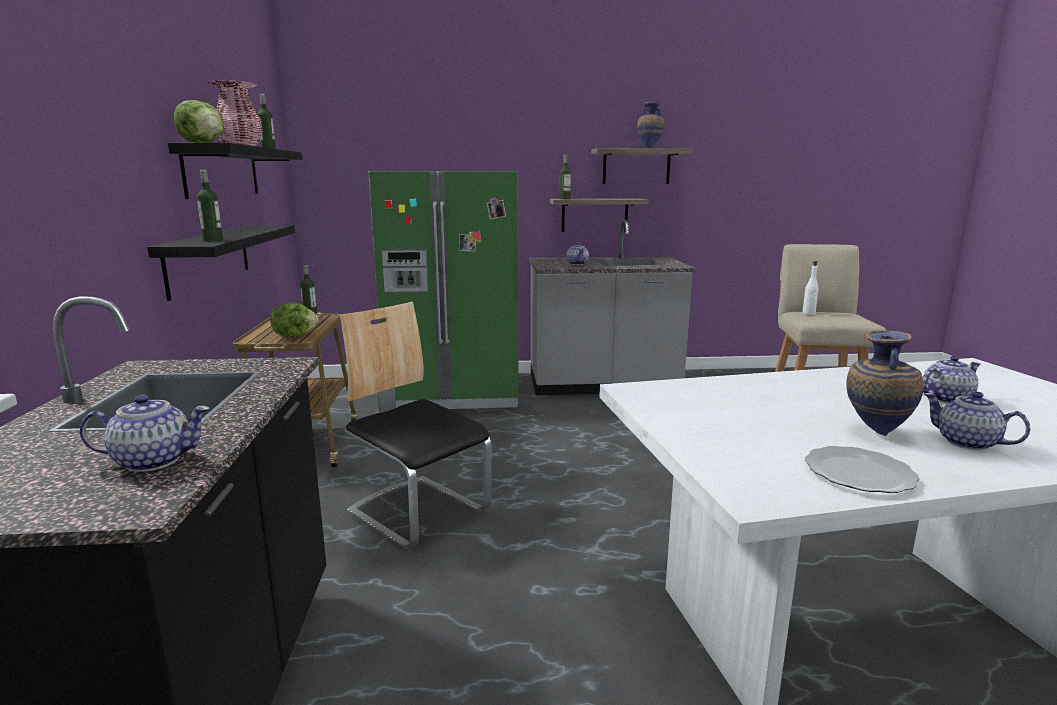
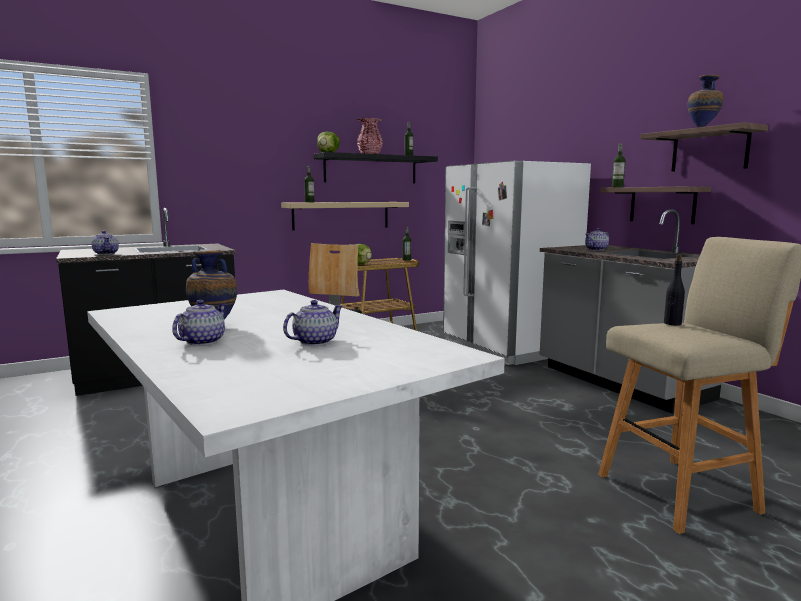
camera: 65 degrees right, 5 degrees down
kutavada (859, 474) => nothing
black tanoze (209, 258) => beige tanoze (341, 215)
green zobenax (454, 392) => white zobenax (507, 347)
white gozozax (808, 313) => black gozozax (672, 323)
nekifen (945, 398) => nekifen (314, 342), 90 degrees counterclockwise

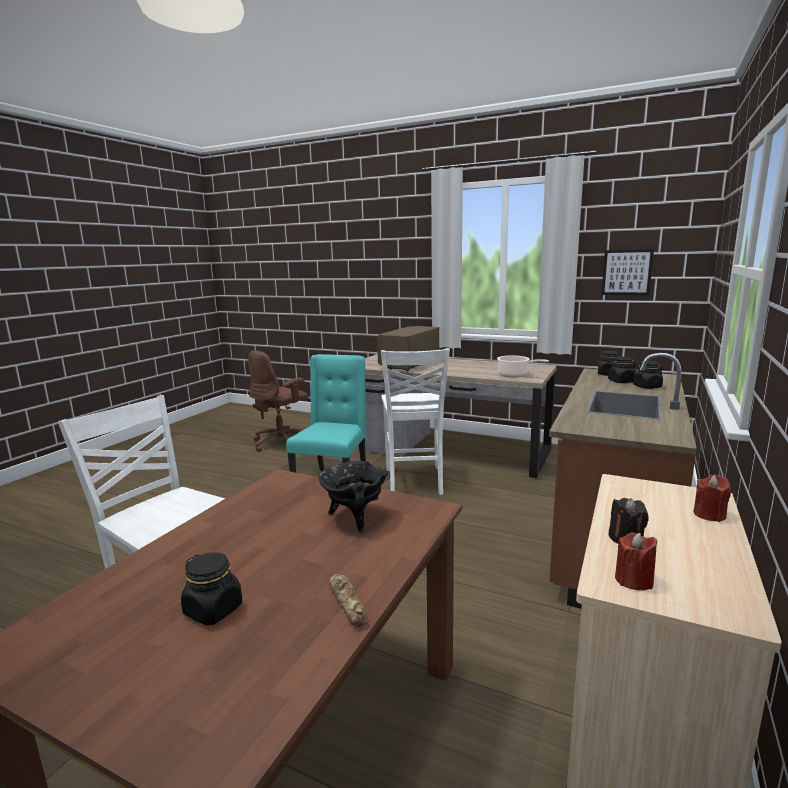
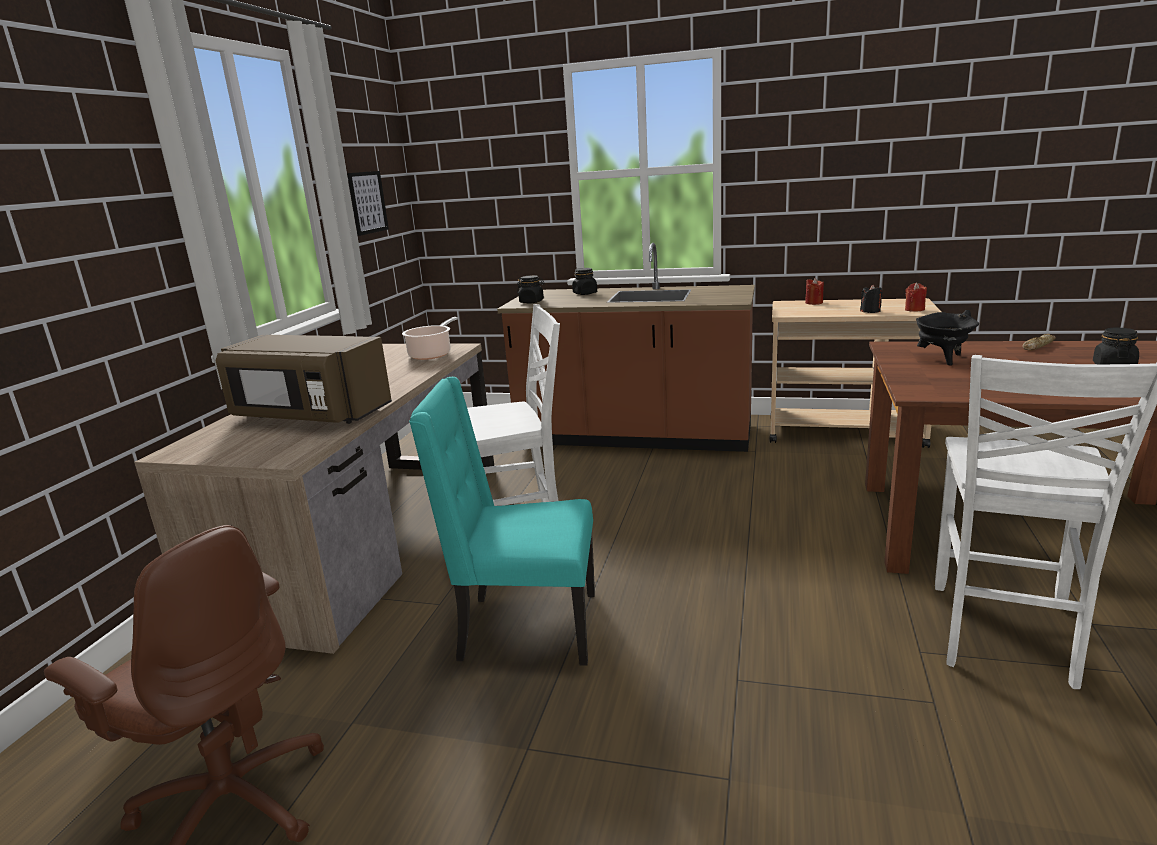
camera: 100 degrees left, 5 degrees up
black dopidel (621, 381) => nothing

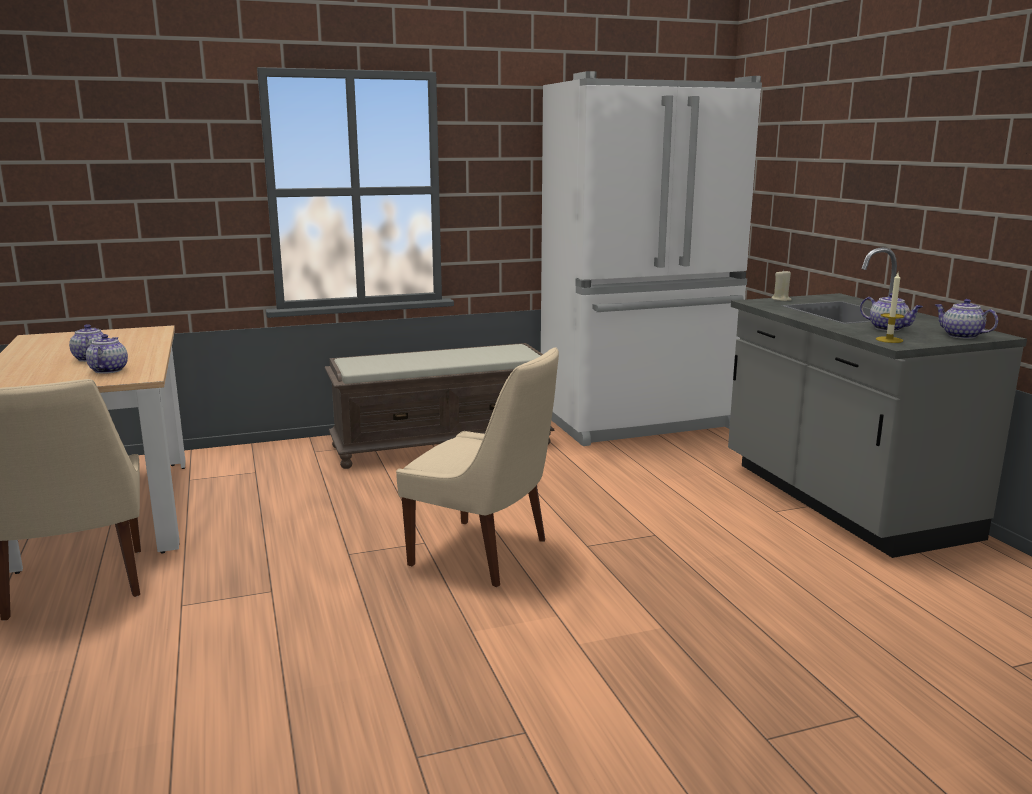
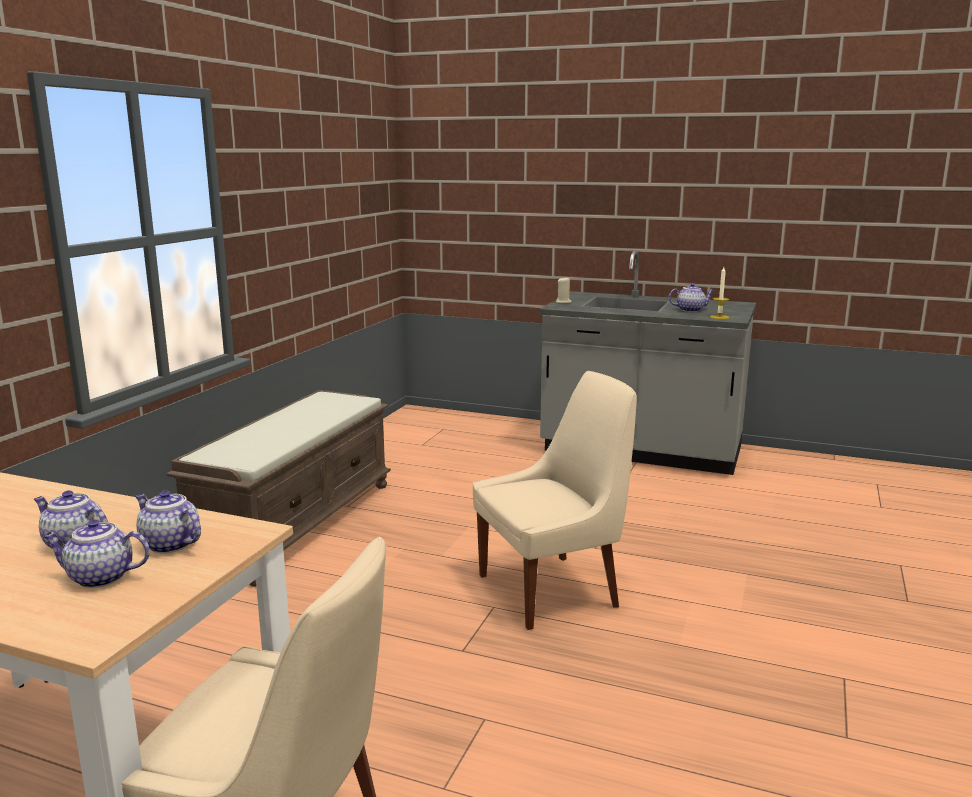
camera: 50 degrees left, 0 degrees up
white zobenax (638, 422) => nothing
nekifen (960, 336) => nekifen (99, 577), relocated

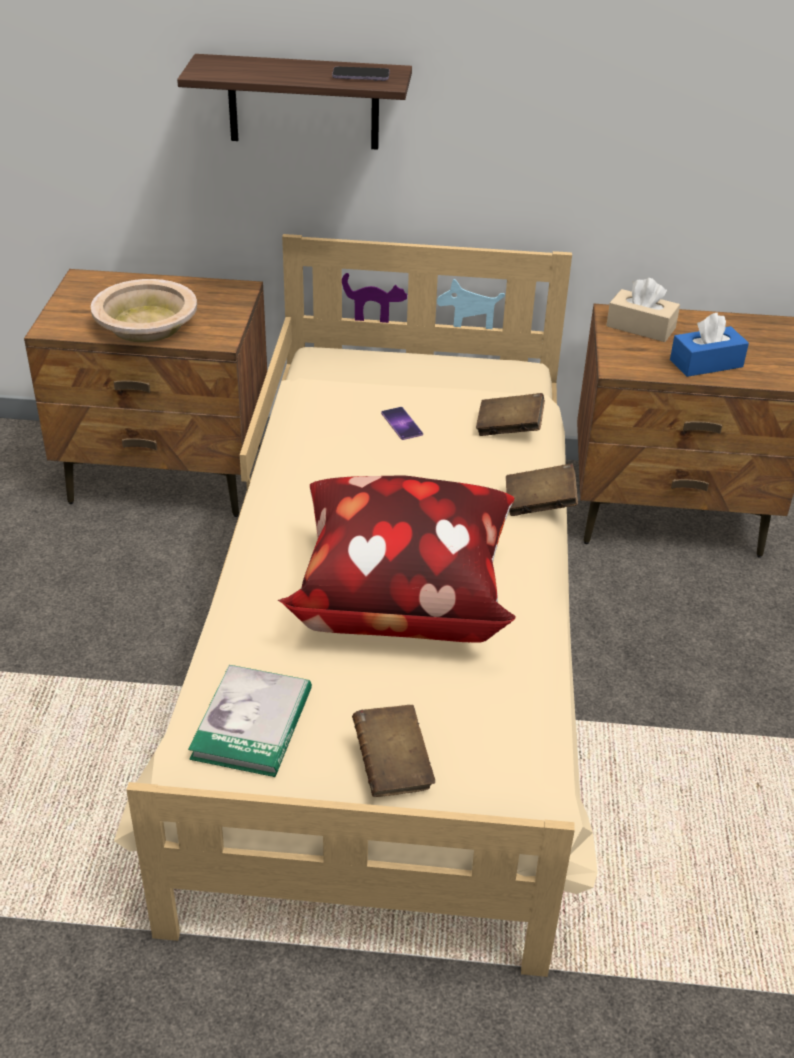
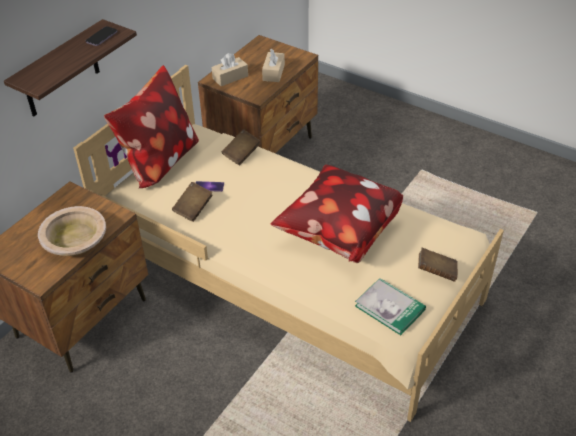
camera: 60 degrees left, 5 degrees up
nothing => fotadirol (159, 161)
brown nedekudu (539, 504) => brown nedekudu (193, 209), relocated
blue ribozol (706, 363) => beige ribozol (273, 72)

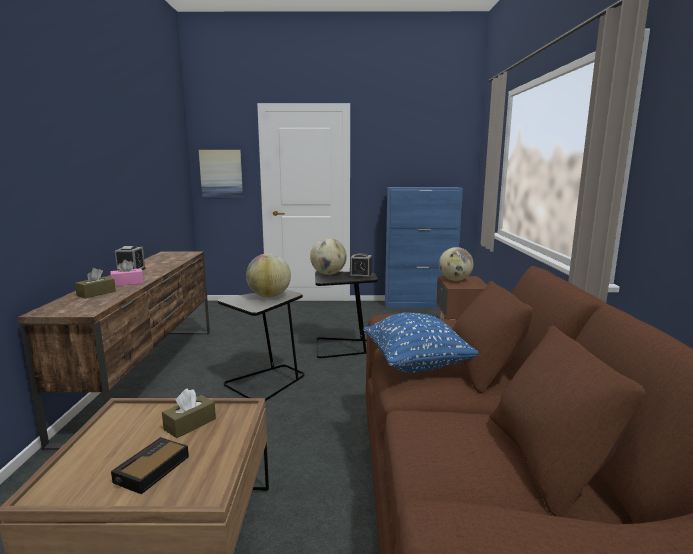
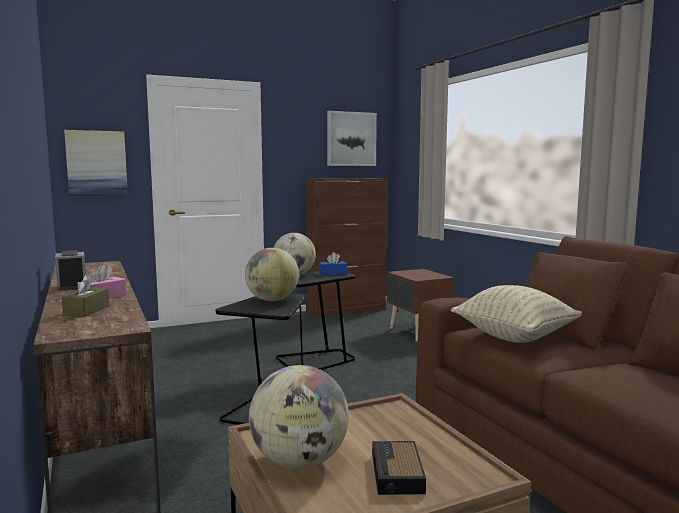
camera: 25 degrees left, 5 degrees down
brown ribozol (190, 424) => nothing
nothing => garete (351, 139)
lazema (455, 280) => lazema (299, 462), relocated
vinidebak (361, 276) => blue ribozol (333, 273)
blue fotadirol (416, 364) => beige fotadirol (514, 337)
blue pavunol (419, 305) => brown pavunol (346, 310)

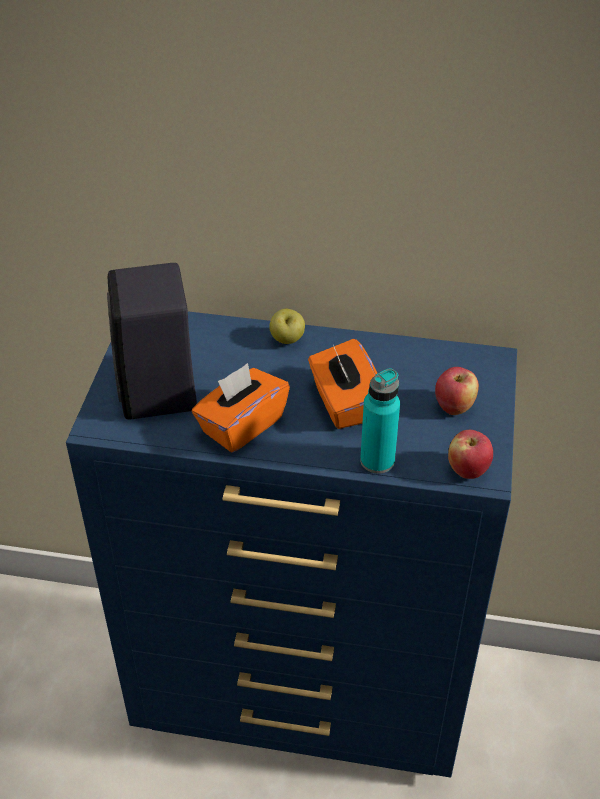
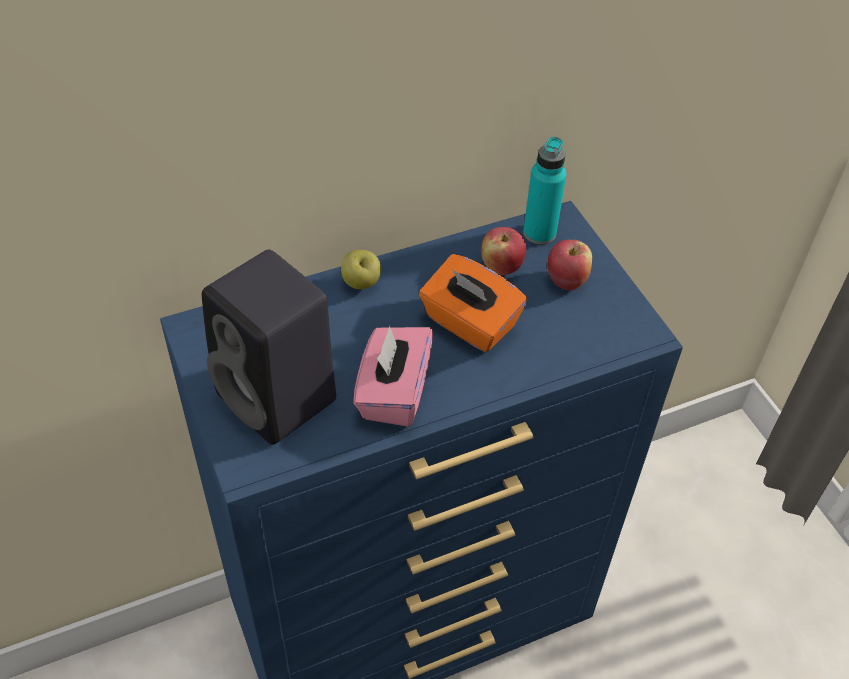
camera: 35 degrees left, 5 degrees up
turquoise gozozax (377, 461) => turquoise gozozax (539, 233), relocated
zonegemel (467, 470) => zonegemel (501, 267), relocated
orange ribozol (241, 425) => pink ribozol (393, 393)

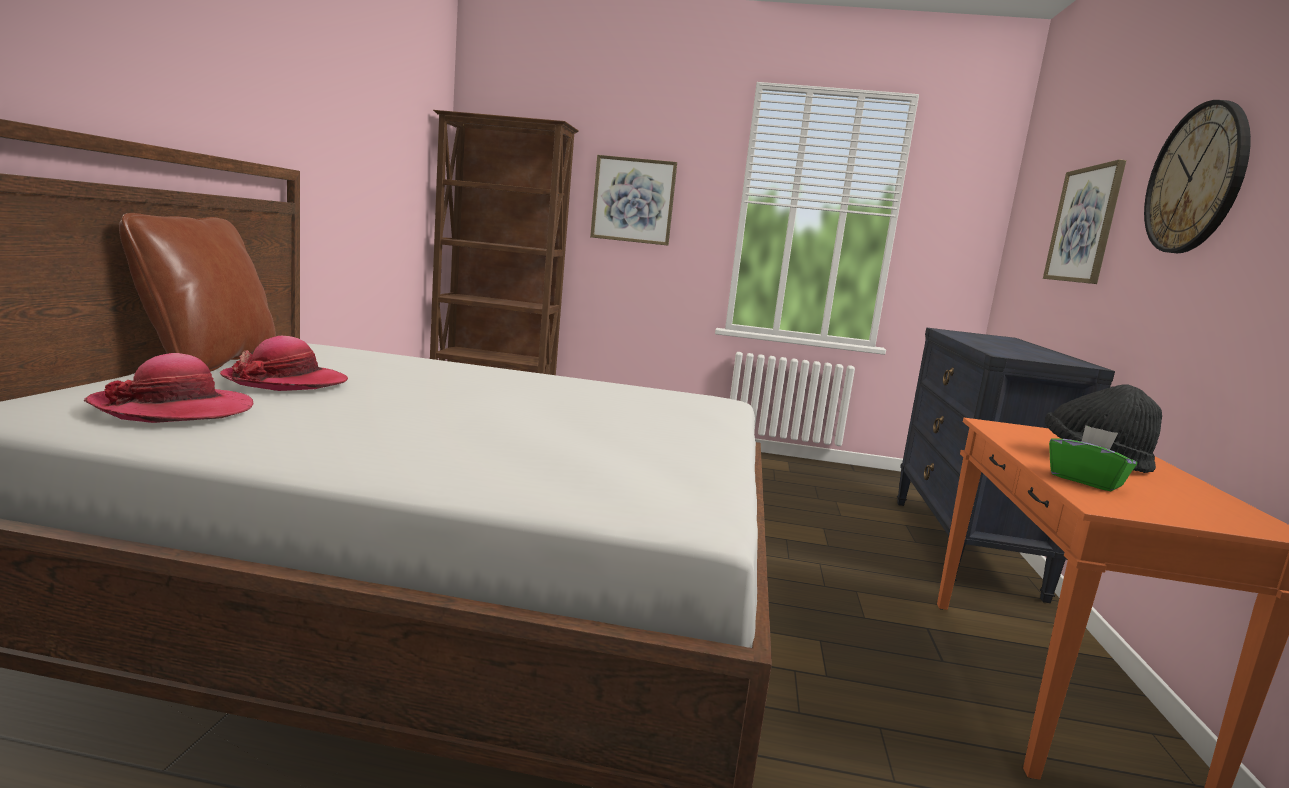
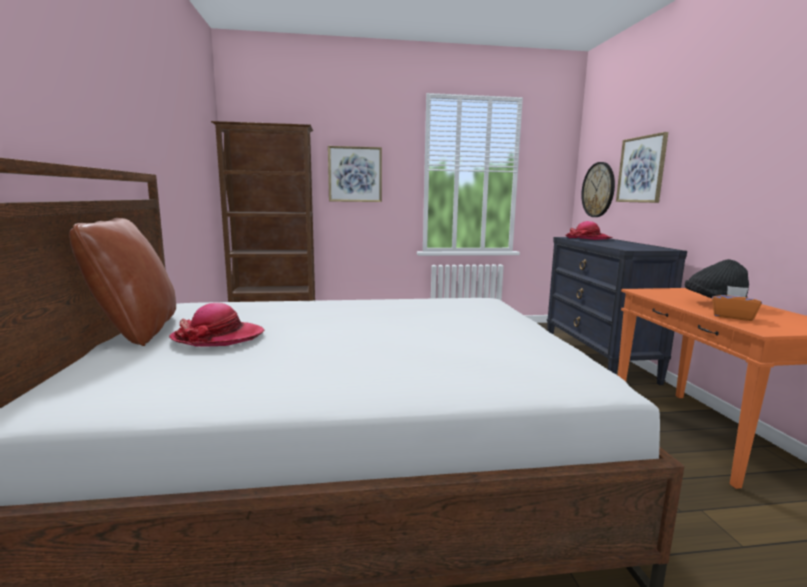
camera: 15 degrees left, 0 degrees up
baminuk (175, 409) => baminuk (587, 238), relocated
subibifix (1196, 179) => subibifix (598, 190), relocated
green ribozol (1086, 481) => orange ribozol (732, 317)

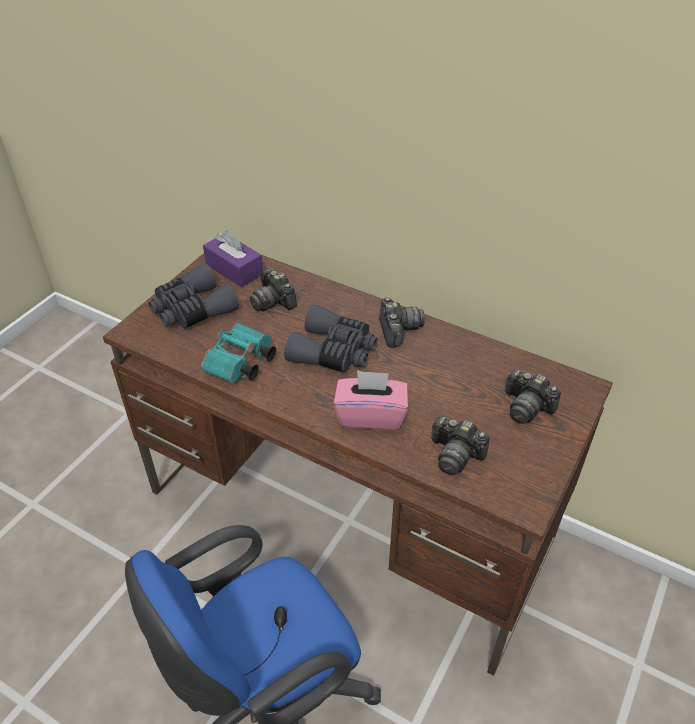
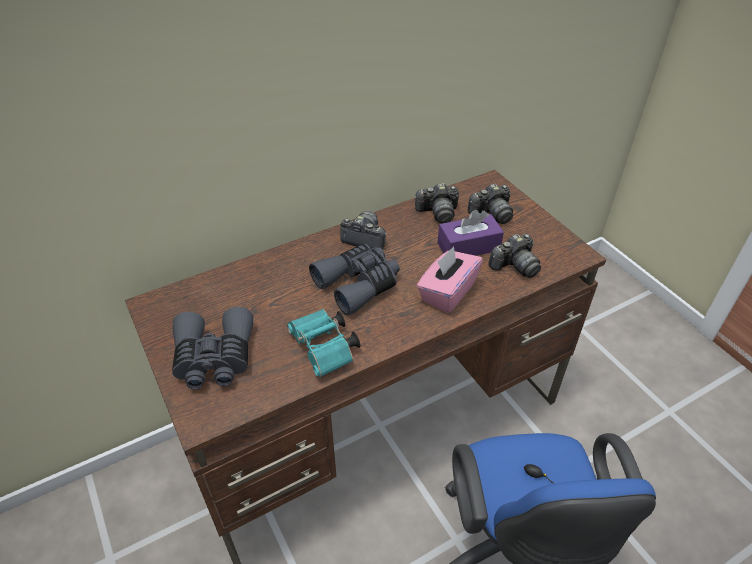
camera: 60 degrees left, 0 degrees up
purple ribozol (234, 269) => purple ribozol (468, 246), relocated
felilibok (273, 301) => felilibok (438, 213), relocated

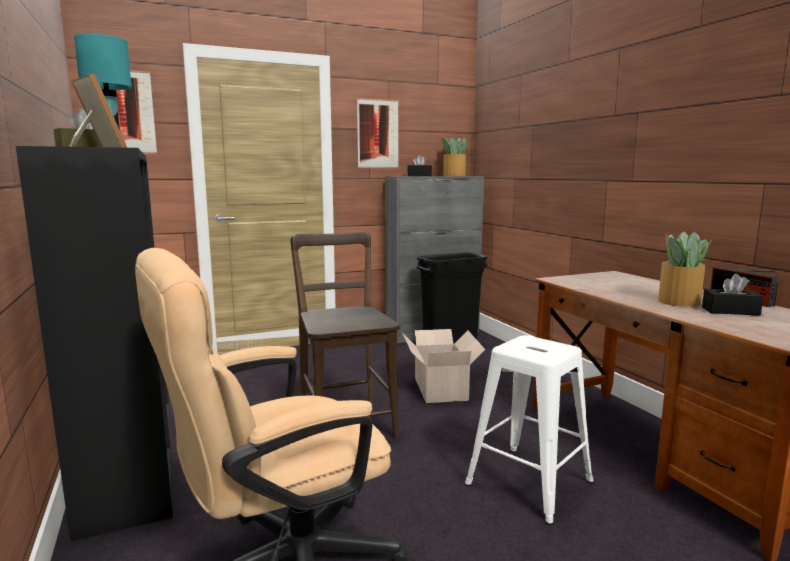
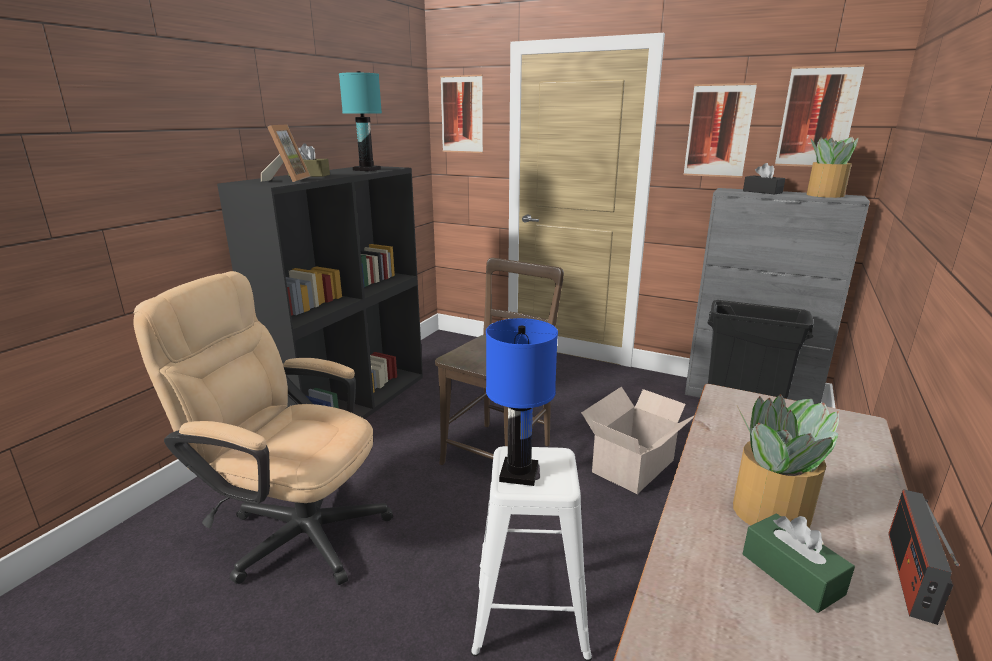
camera: 50 degrees right, 10 degrees up
nothing => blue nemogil (518, 473)
nothing => garete (817, 117)
black ribozol (730, 311) => green ribozol (791, 574)

